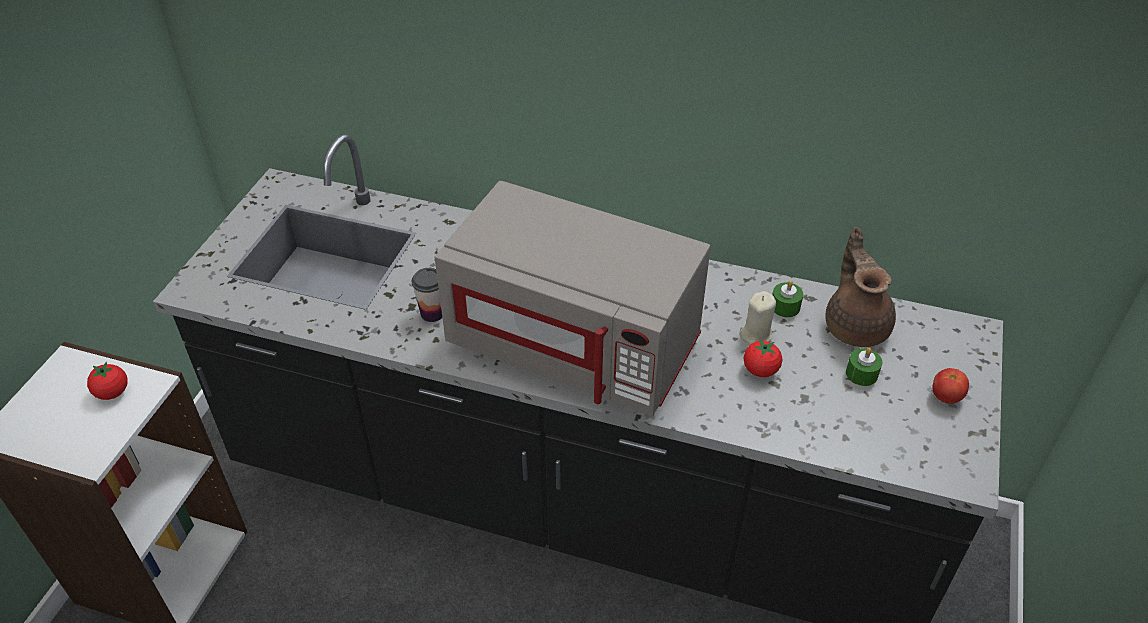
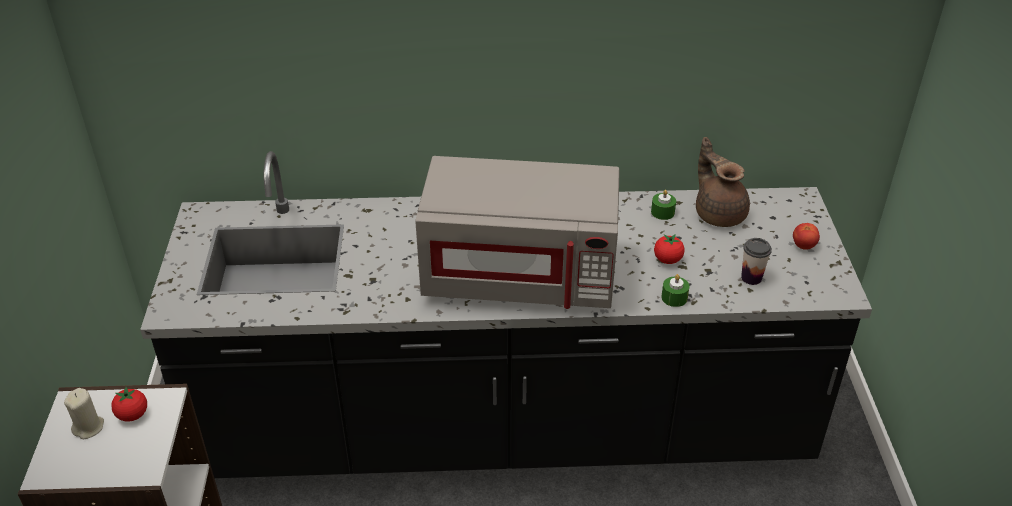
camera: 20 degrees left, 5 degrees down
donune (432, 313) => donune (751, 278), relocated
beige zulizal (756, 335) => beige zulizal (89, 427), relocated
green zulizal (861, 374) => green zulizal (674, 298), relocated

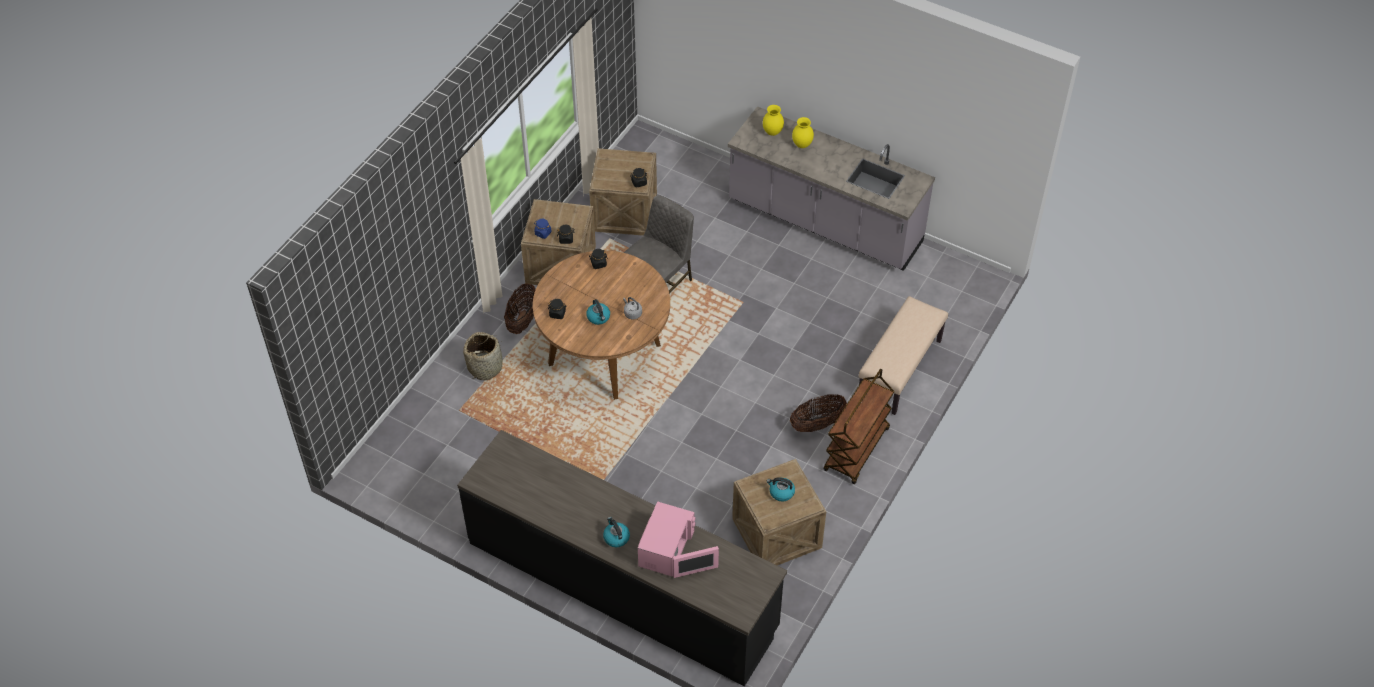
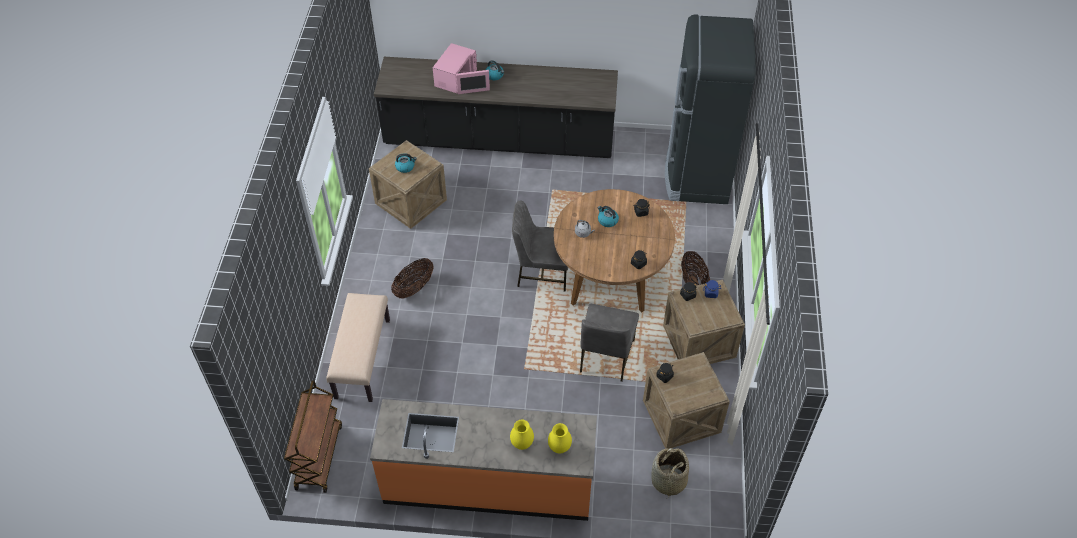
camera: 155 degrees right, 0 degrees up
nothing => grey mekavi (542, 272)
nothing => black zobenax (696, 174)
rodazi (485, 367) => rodazi (668, 481), relocated
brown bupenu (857, 450) => brown bupenu (318, 456), relocated
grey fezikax (824, 223) => orange fezikax (488, 483)
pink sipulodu (668, 551) => pink sipulodu (457, 79), 150 degrees counterclockwise

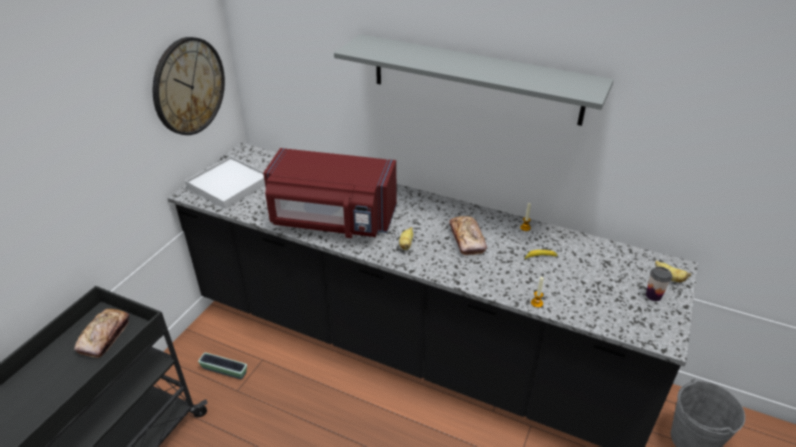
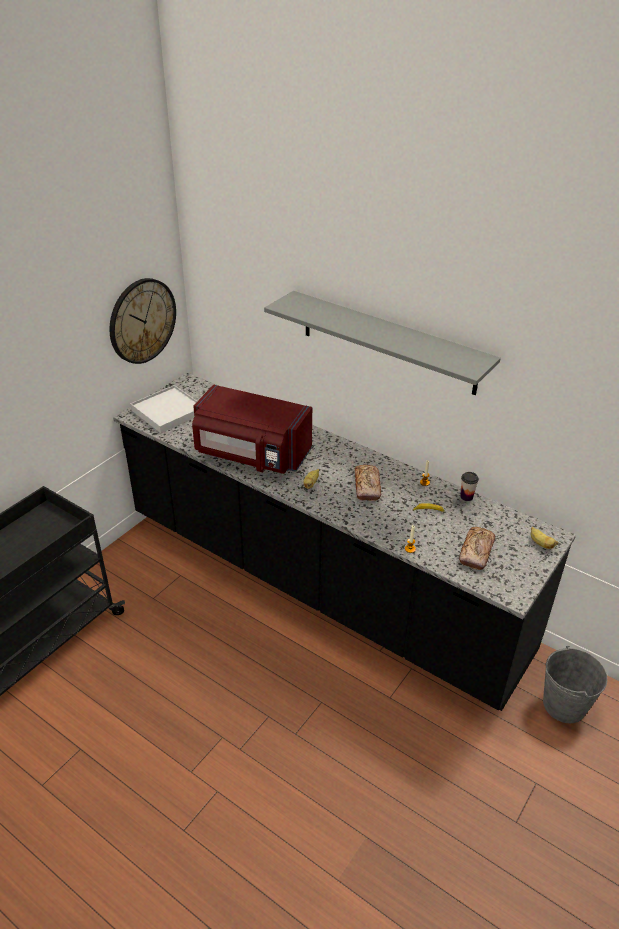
camera: 10 degrees right, 0 degrees up
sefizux (224, 370) => nothing
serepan (105, 336) => serepan (476, 552), relocated
donune (653, 295) => donune (466, 497), relocated

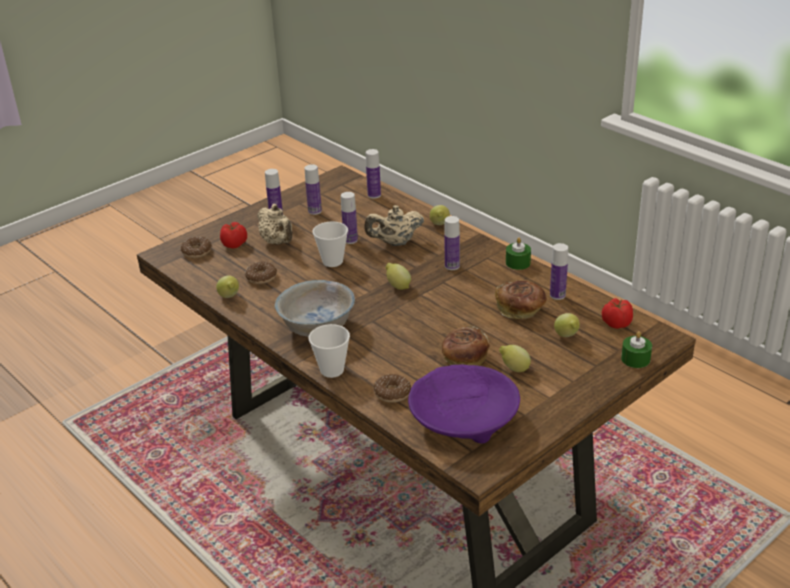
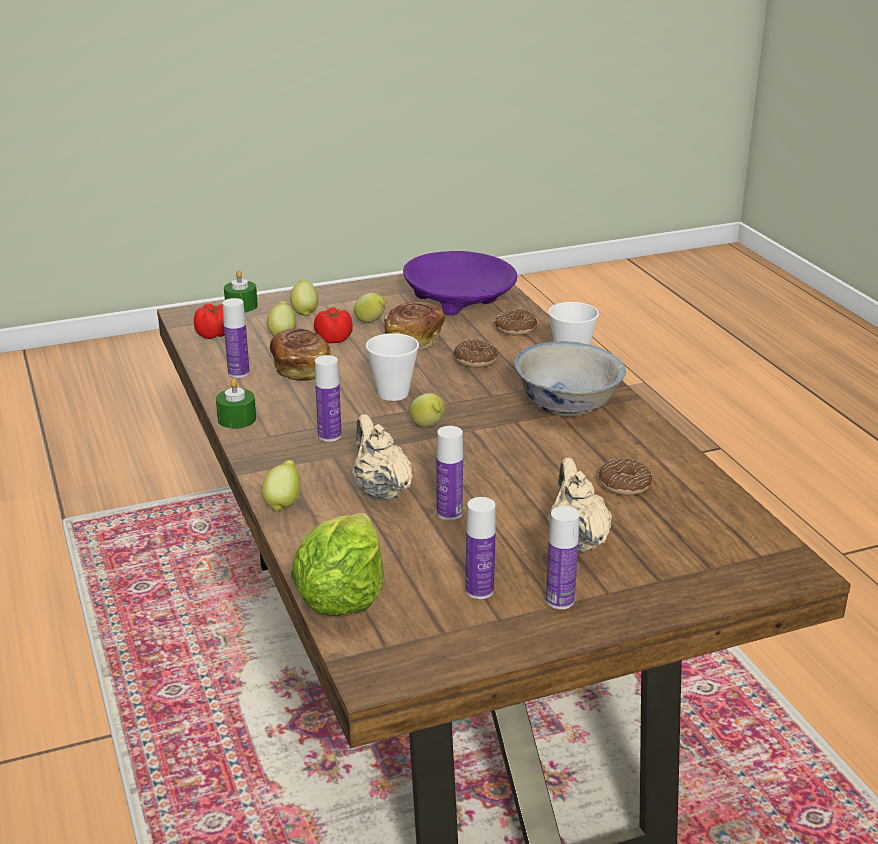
camera: 160 degrees left, 5 degrees down
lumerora (196, 252) => lumerora (475, 360), relocated
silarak (229, 297) => silarak (304, 312), relocated
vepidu (235, 244) => vepidu (333, 339), relocated
donune (332, 261) => donune (393, 393), relocated
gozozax (374, 195) => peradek (342, 598)
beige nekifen (395, 243) => beige nekifen (381, 490), 120 degrees counterclockwise

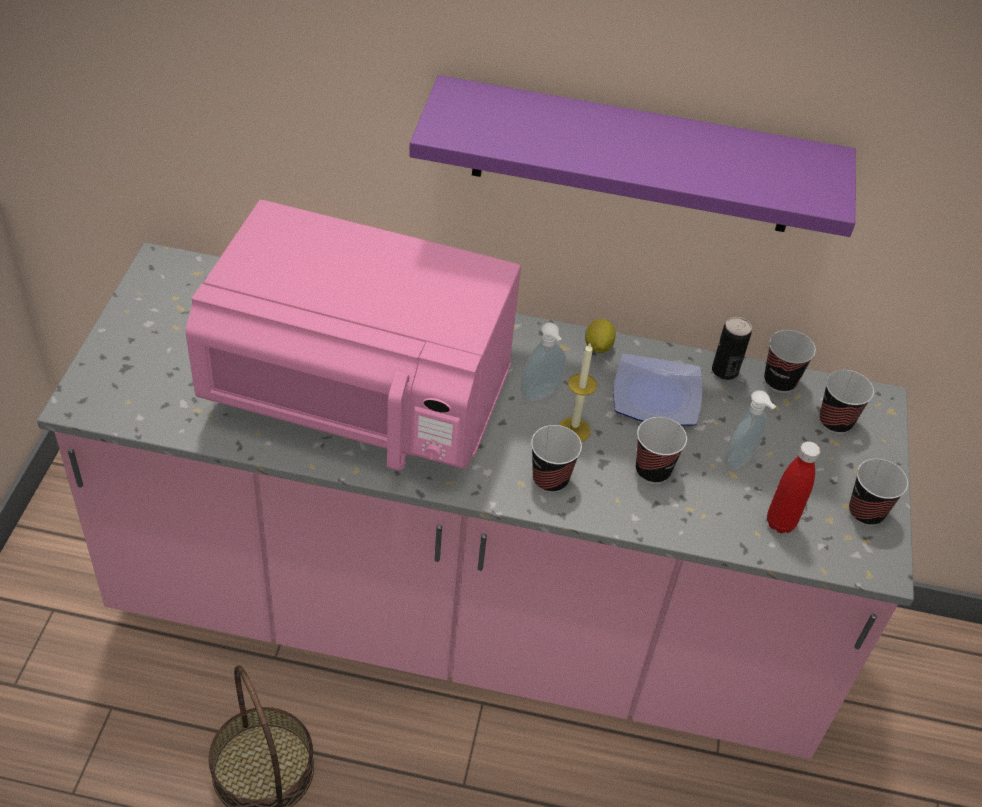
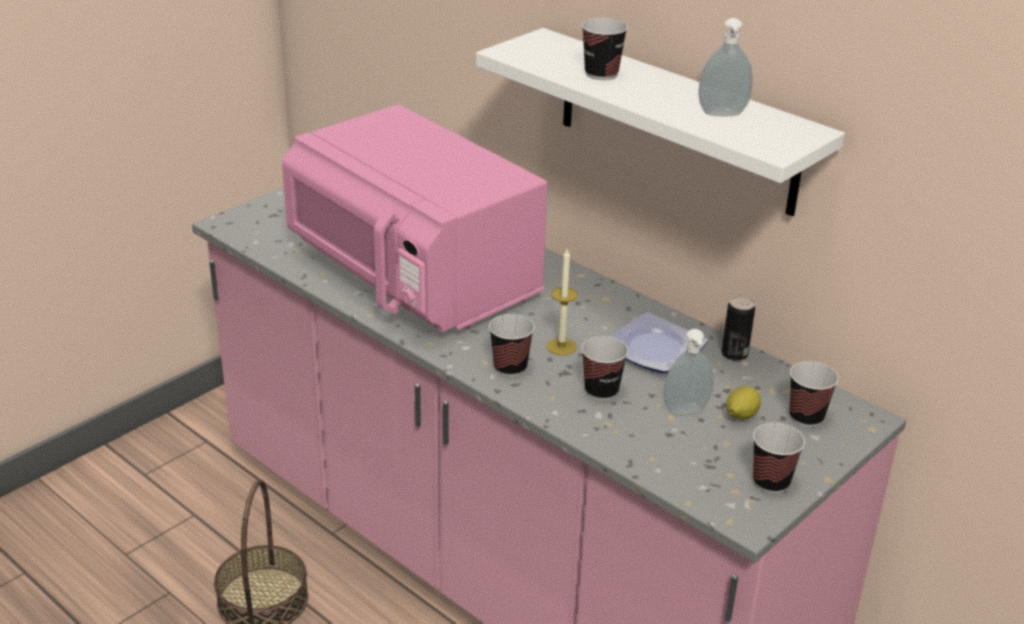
camera: 35 degrees right, 15 degrees down
red gozozax (780, 523) => nothing
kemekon (542, 395) => kemekon (722, 115), relocated
silarak (597, 347) => silarak (740, 416), relocated
donune (780, 381) => donune (601, 74), relocated
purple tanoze (635, 157) => white tanoze (677, 122)

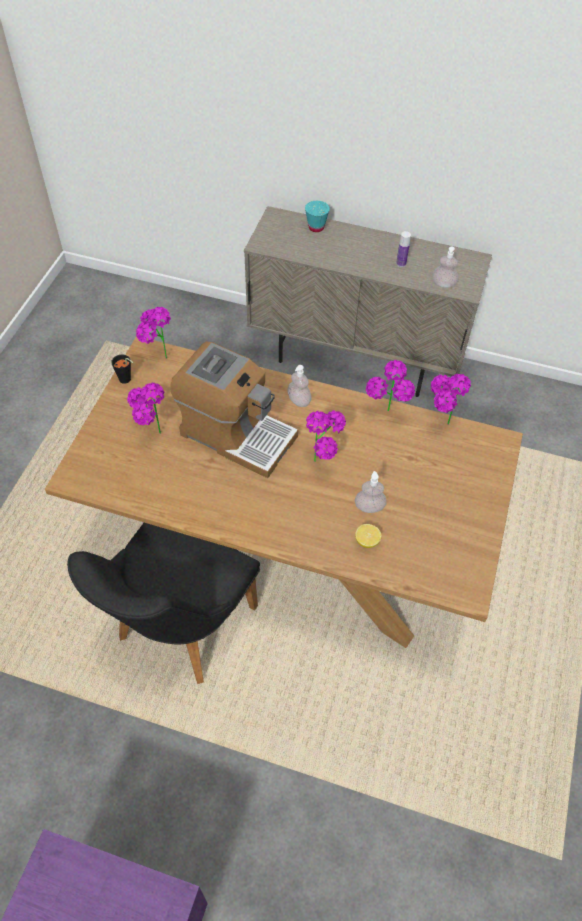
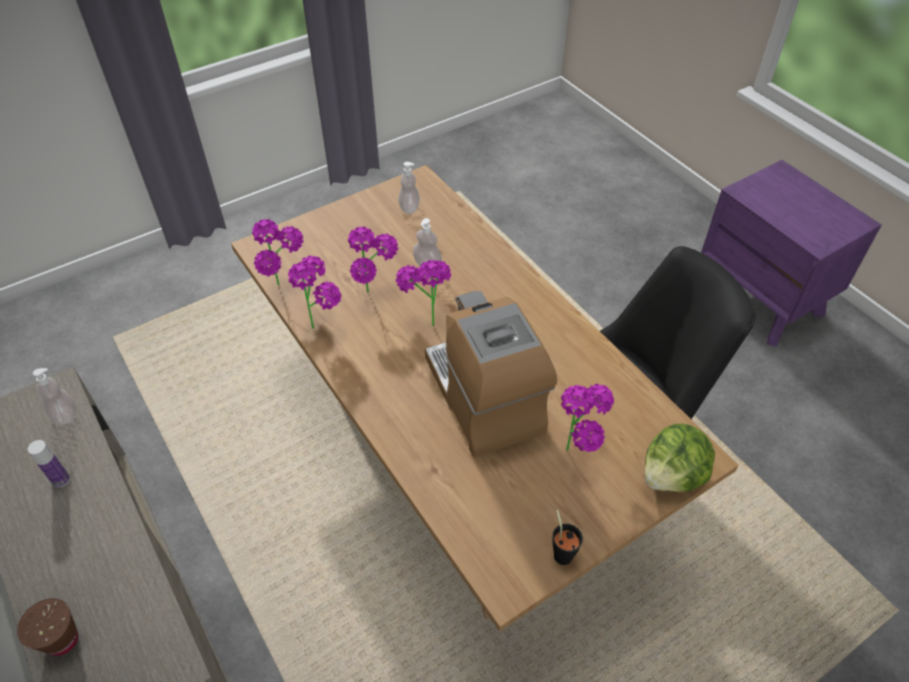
camera: 140 degrees left, 5 degrees down
silarak (367, 541) => nothing
nothing => peradek (672, 475)
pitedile (157, 358) => pitedile (376, 296), relocated
kemekon (299, 400) => kemekon (409, 208), relocated
turquoise donune (316, 227) => brown donune (62, 640)

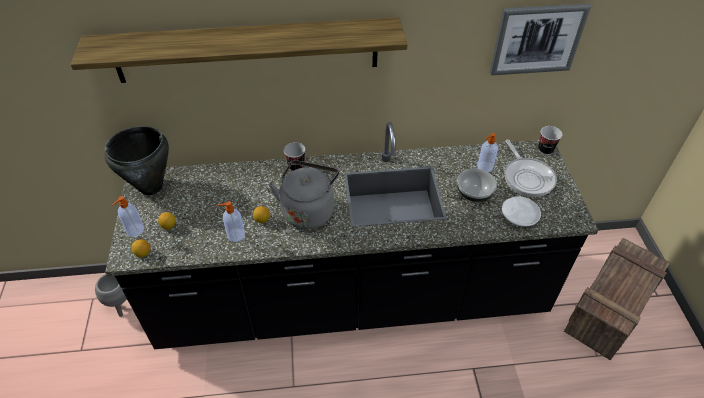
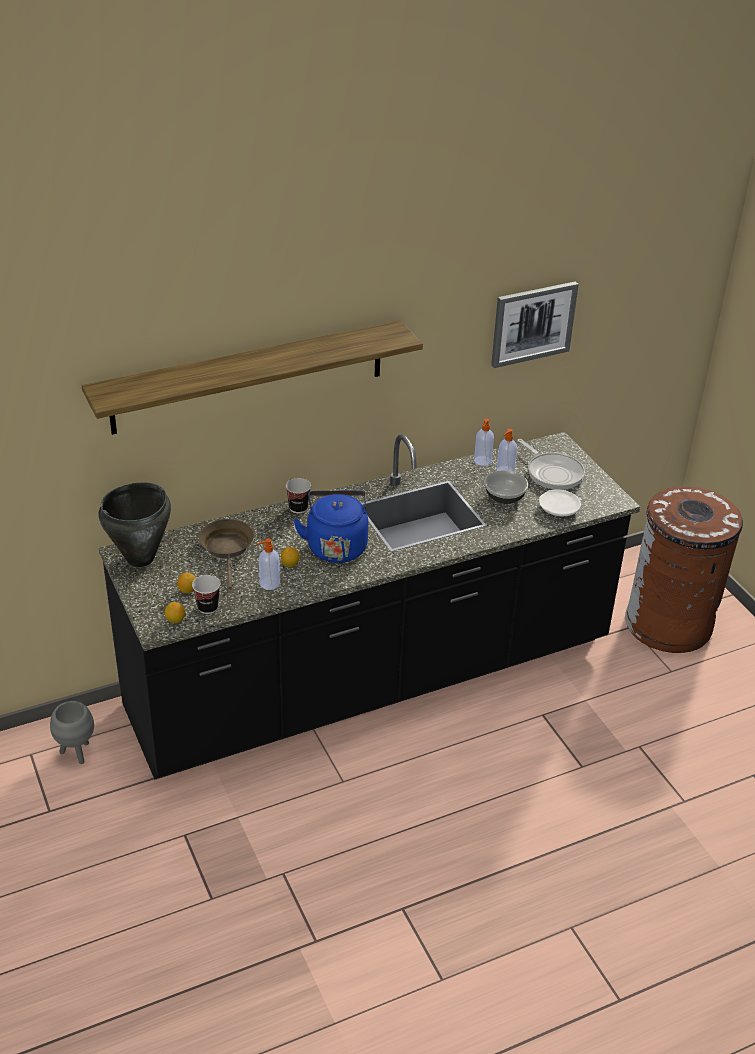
camera: 20 degrees left, 10 degrees down
nothing => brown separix (227, 549)
kemekon (134, 230) => kemekon (482, 461), relocated
donune (545, 150) => donune (208, 607), relocated
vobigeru (608, 309) => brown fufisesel (669, 624)
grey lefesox (308, 210) => blue lefesox (336, 546)

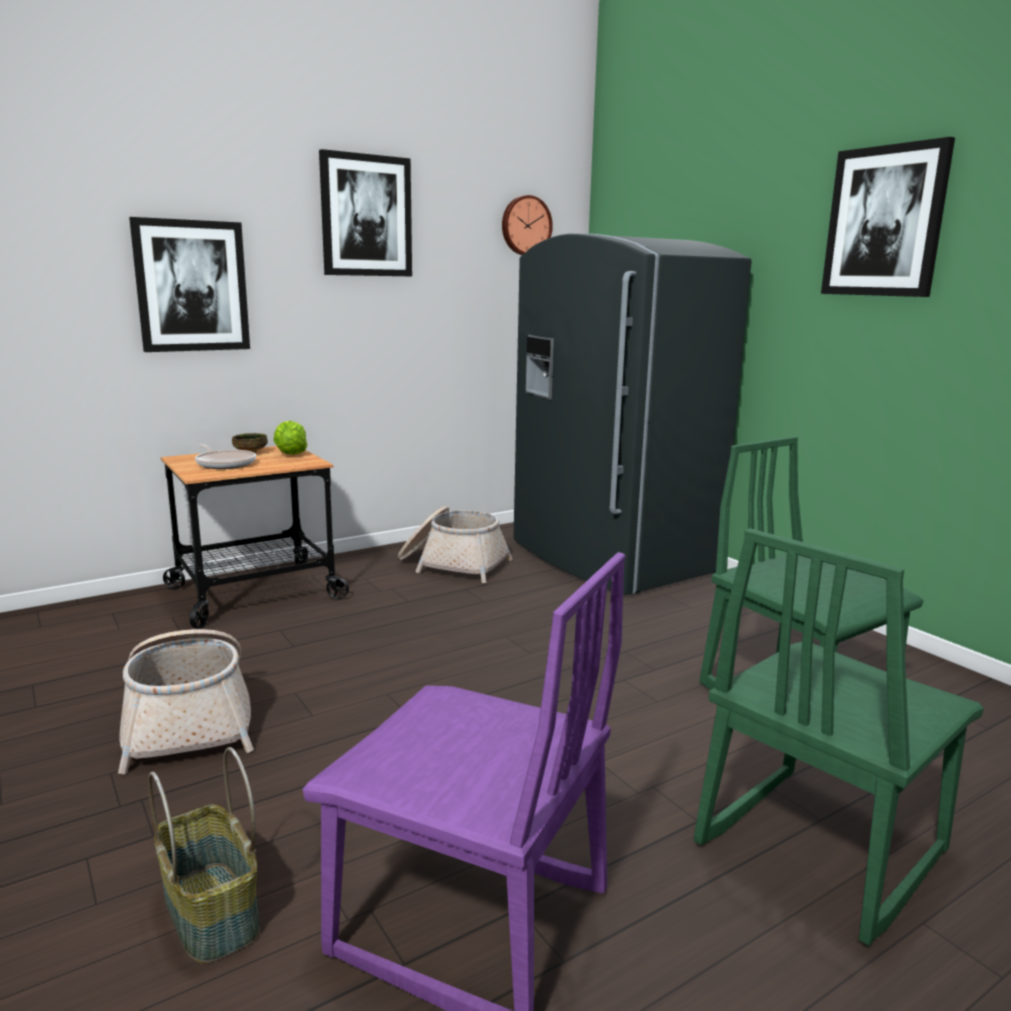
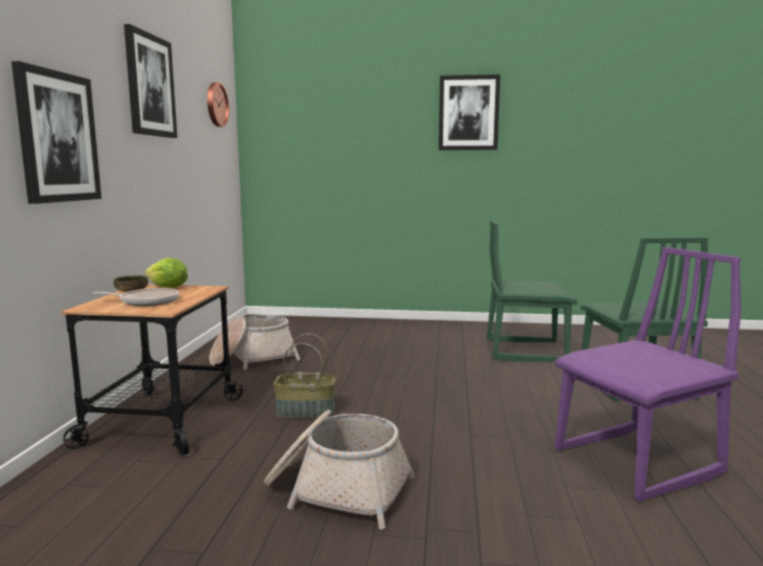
camera: 50 degrees left, 5 degrees down
grey zobenax (608, 559) => nothing
rodazi (208, 912) => rodazi (305, 412), relocated

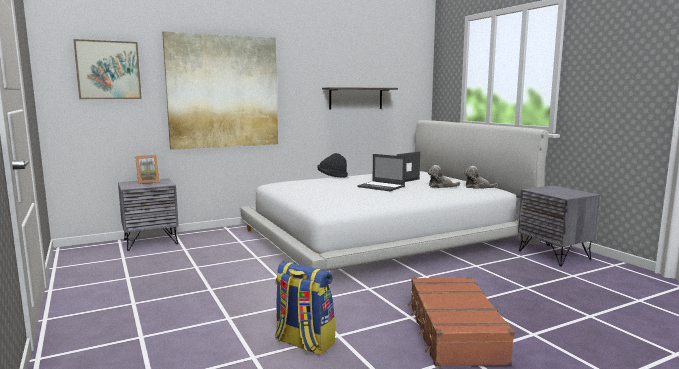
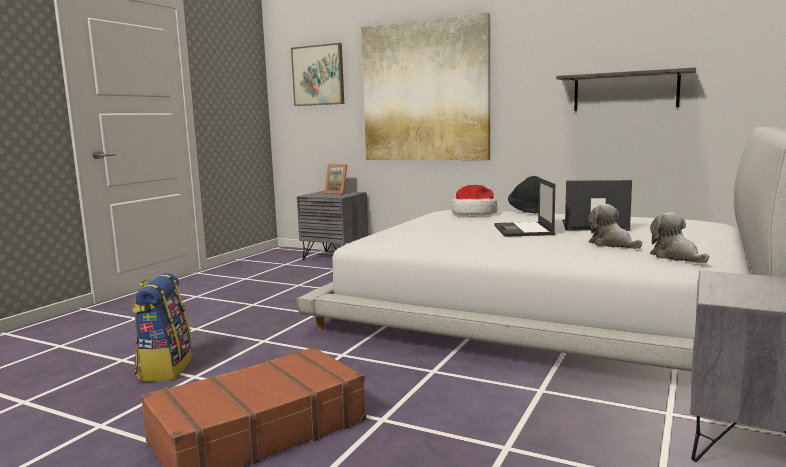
camera: 55 degrees right, 0 degrees up
nothing => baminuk (474, 213)

